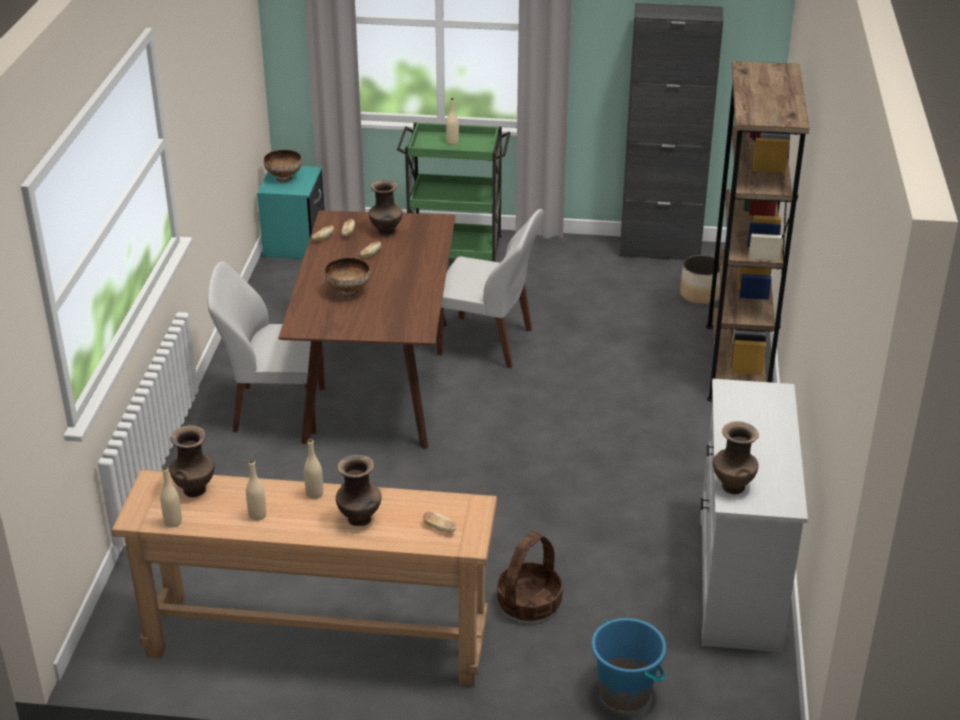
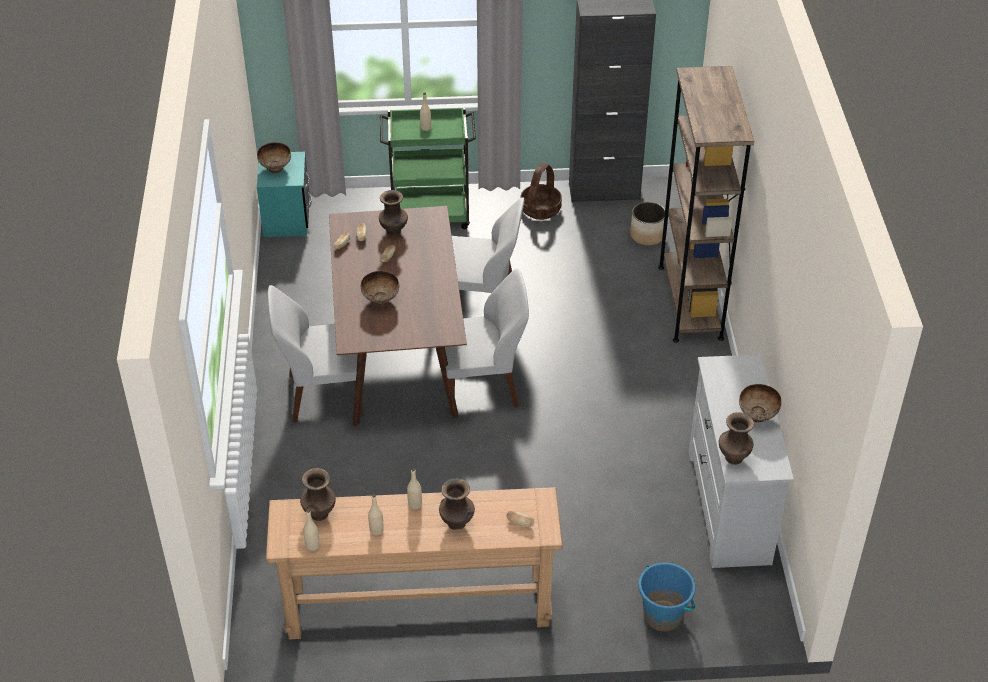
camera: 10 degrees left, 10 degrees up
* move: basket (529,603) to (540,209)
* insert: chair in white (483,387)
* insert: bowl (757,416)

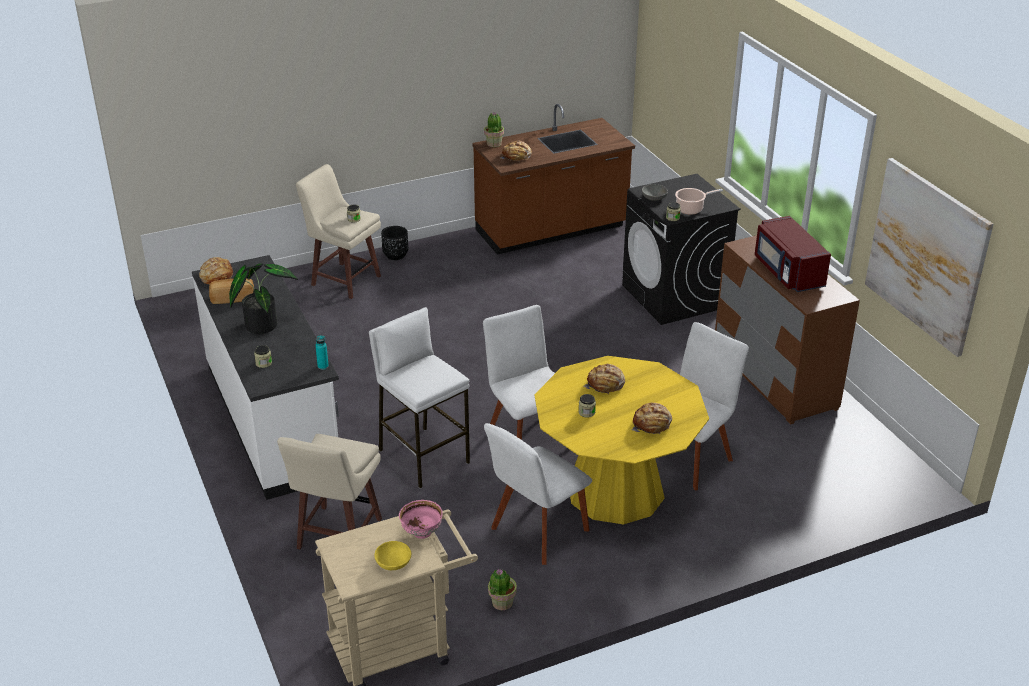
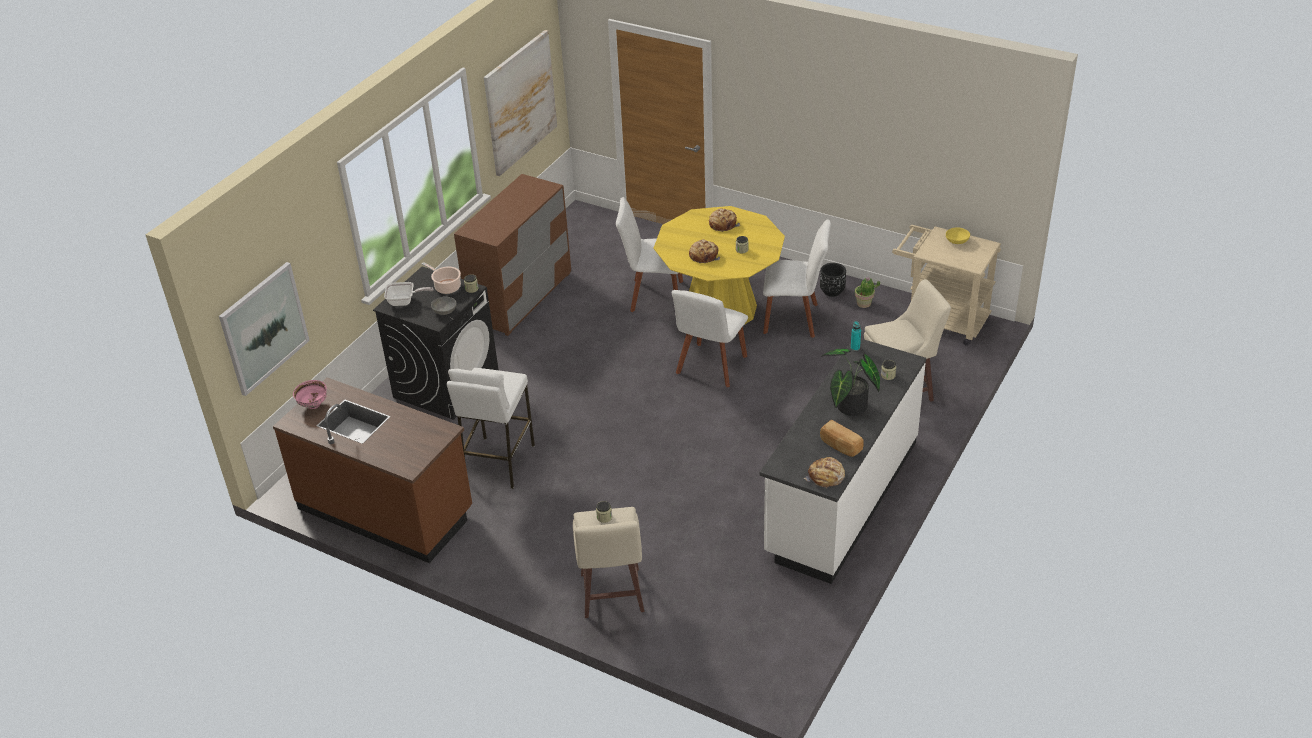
camera: 125 degrees left, 5 degrees up
* move: stool in white (423,456) to (498,463)
* move: planter in black (395,255) to (832,291)
* move: bowl in pink (421,532) to (313,405)
* delete: potted plant (494,143)
* delete: bread (516,157)
* delete: microwave in red (787,272)
* insert: picture (264,328)
* insert: frying pan (404,301)

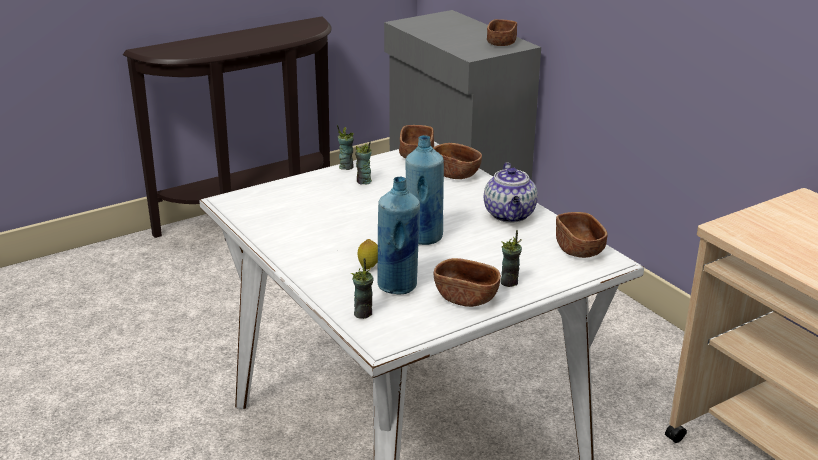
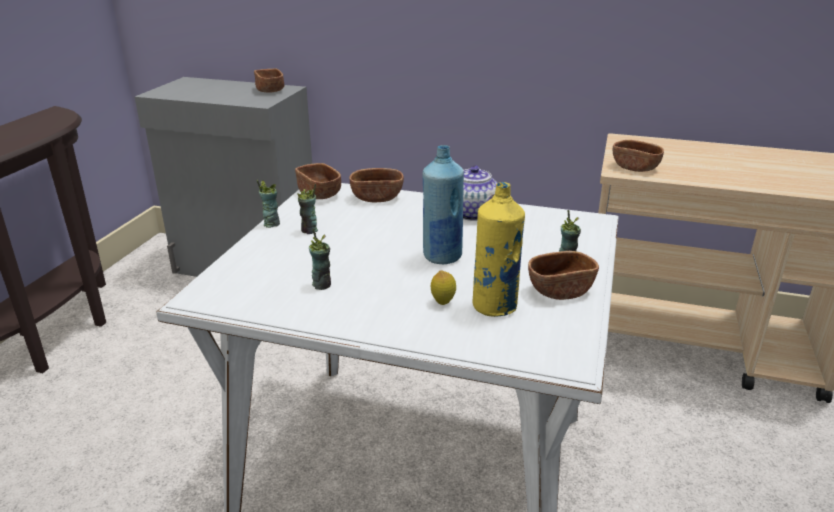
camera: 40 degrees left, 0 degrees up
* move: cup (363,313) to (322,284)
* recolor: bottle in blue (398,286) to bottle in yellow (494,307)
* move: bowl in brown (579,249) to (635,167)

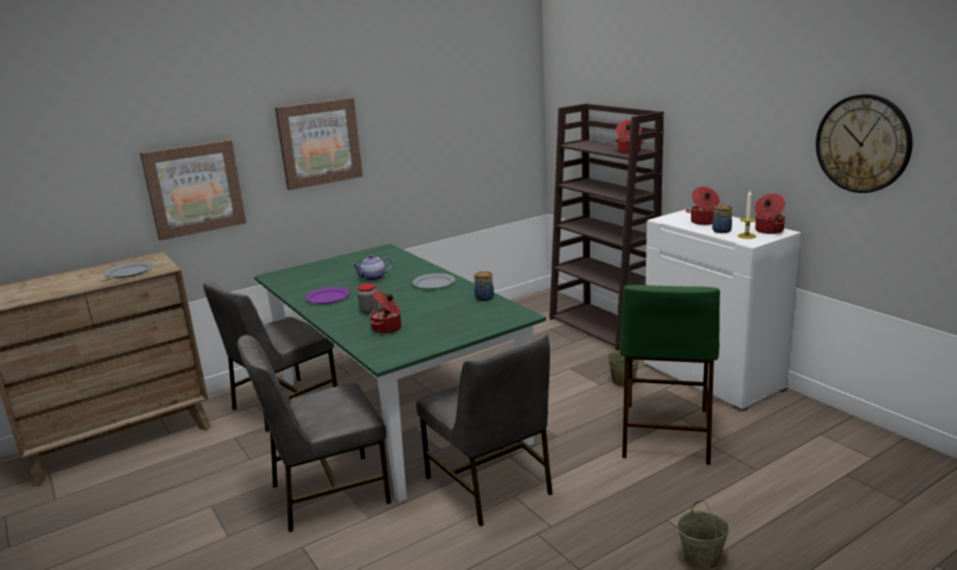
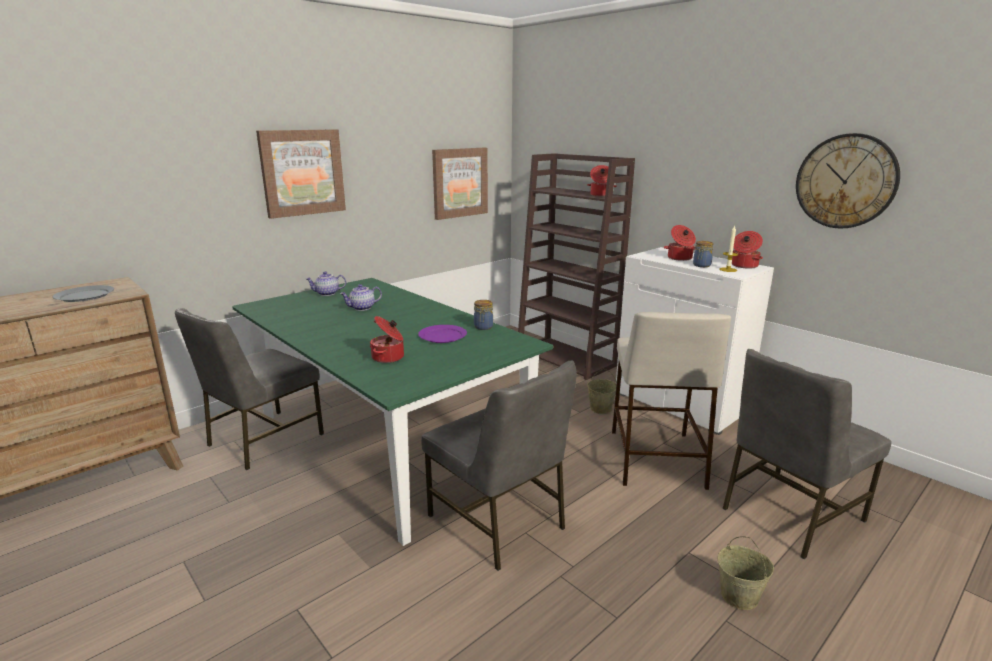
camera: 10 degrees left, 0 degrees up
* move: picture (194,189) to (459,182)
* move: chair in grey (327,493) to (789,514)
* move: plate in purple (328,297) to (442,336)
* delete: jar (369,311)
* delete: plate in grey (433,283)
* recolor: stool in green (665,432) to stool in beige (655,457)
* insert: teapot (327,294)

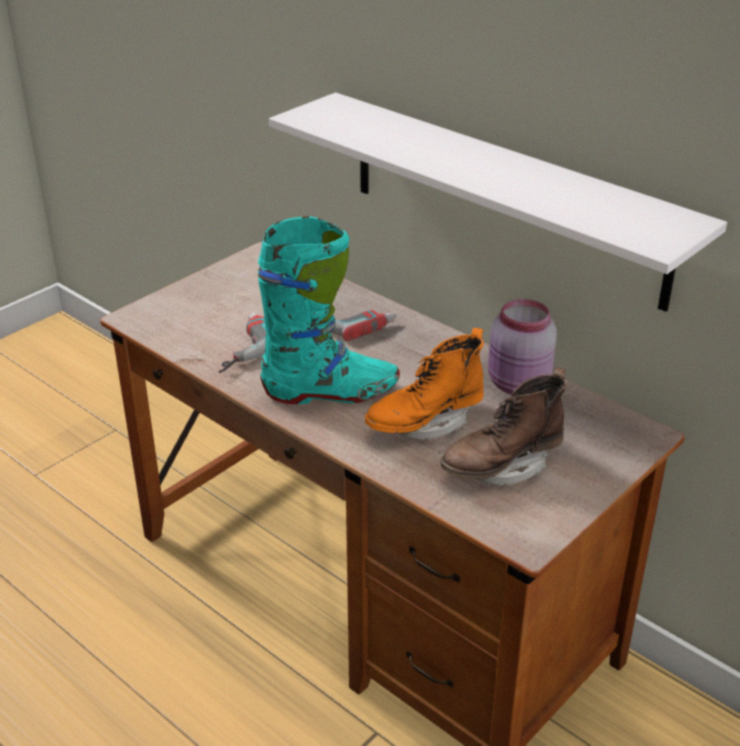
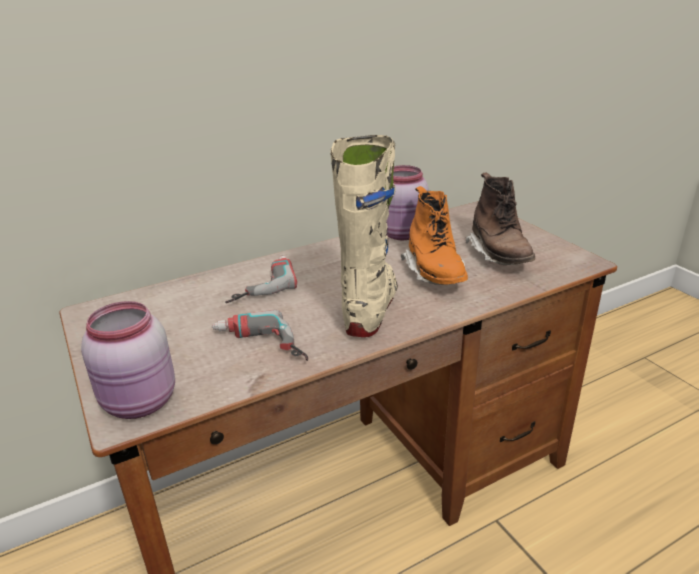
camera: 70 degrees left, 5 degrees down
* recolor: boot in turquoise (331,392) to boot in beige (370,307)
* delete: shelf in white (504,198)
* insert: jar in pink (141,403)

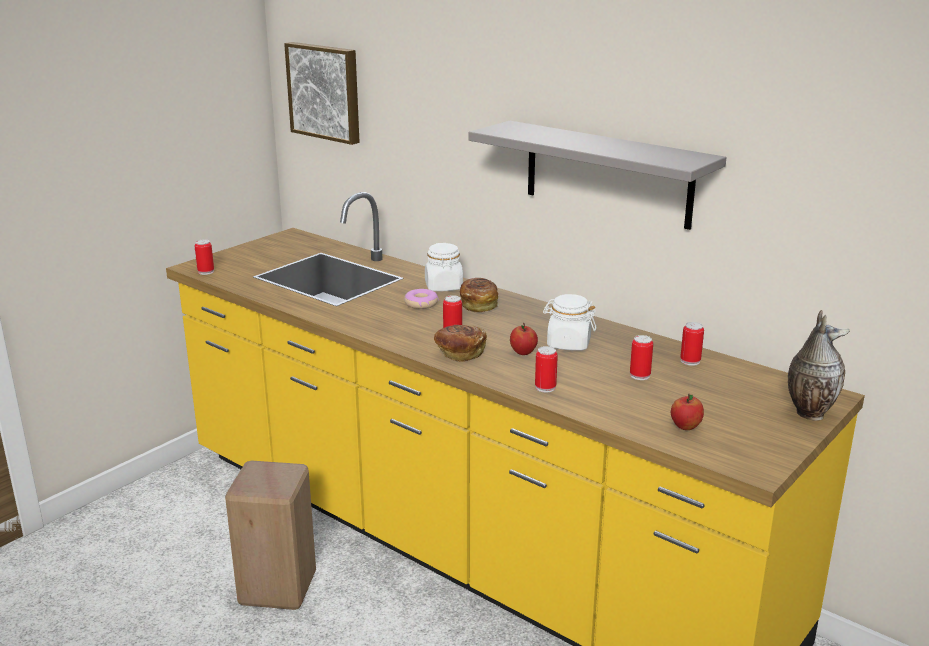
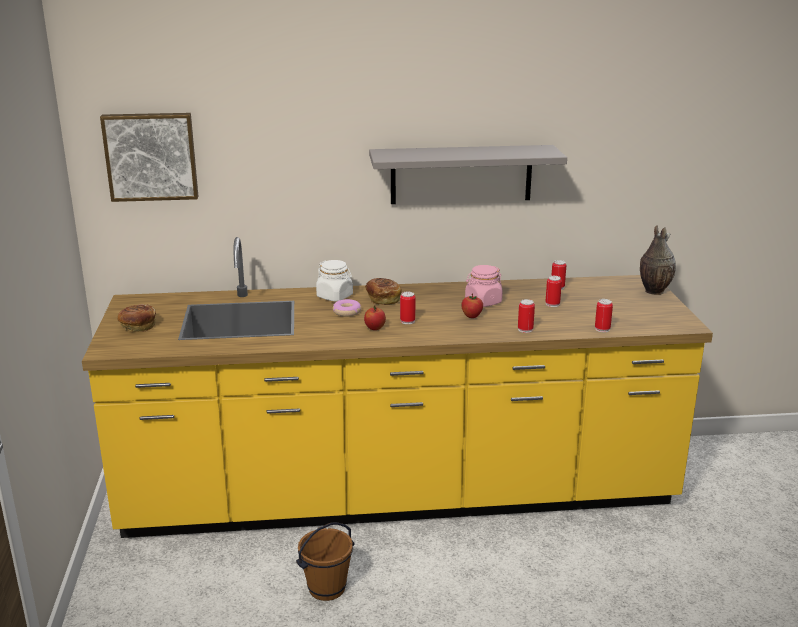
camera: 45 degrees left, 0 degrees up
* move: can (206,272) to (602,329)
* replace: stool in beige (280,587) to bucket in brown (326,588)
* move: bread (459,353) to (138,327)
* recolor: jar in white (568,344) to jar in pink (483,302)
* move: apple (685,426) to (375,328)

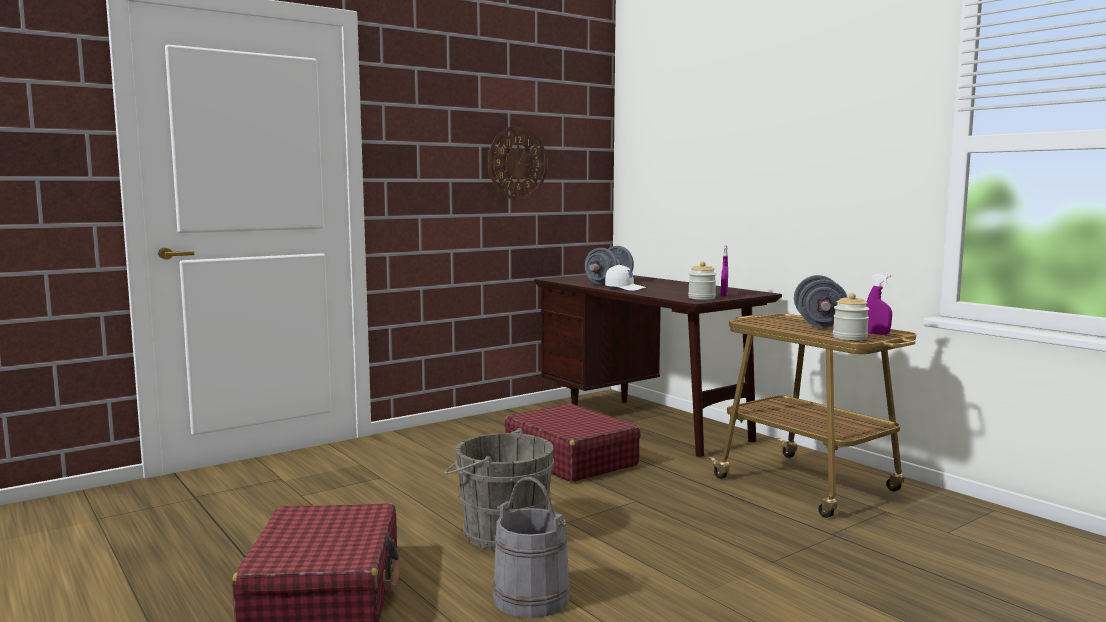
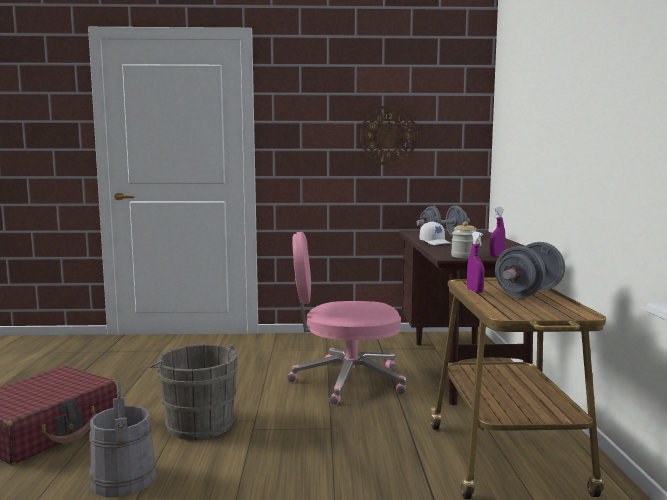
camera: 35 degrees right, 0 degrees up
* replace: suitcase in red (571,459) to office chair in pink (346,381)
* delete: jar (849,337)
* move: spray bottle in purple (877,334) to (474,291)

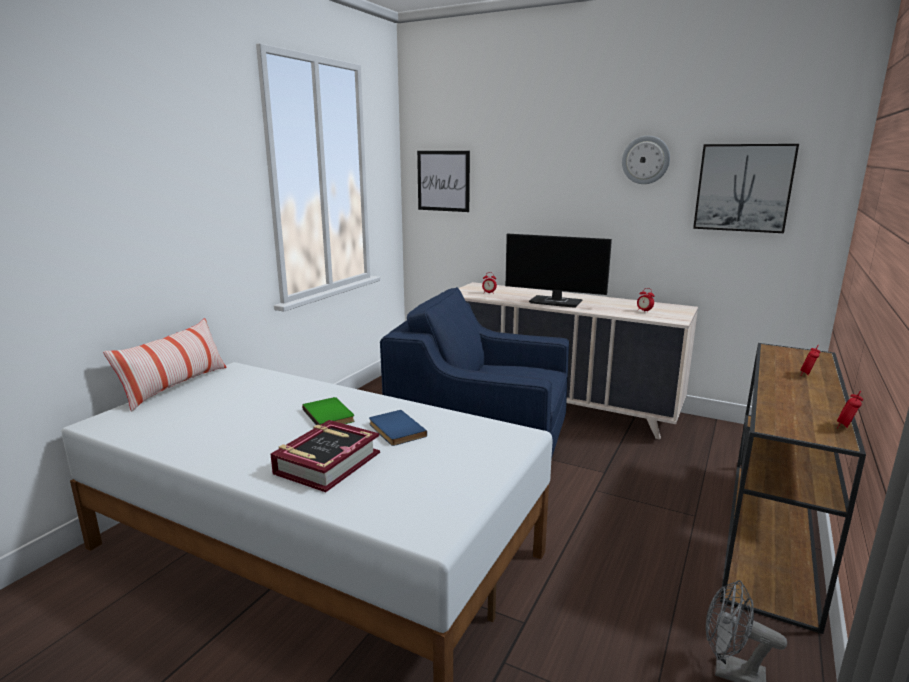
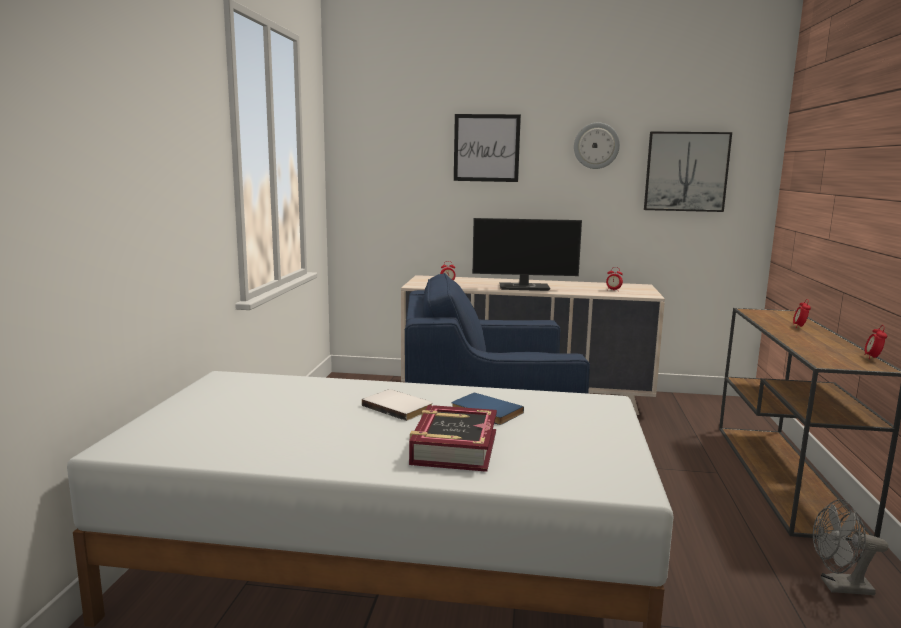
camera: 20 degrees left, 5 degrees down
* delete: pillow (176,386)
* recolor: book in green (330,415) to book in white (399,407)
* move: picture (443,181) to (486,148)

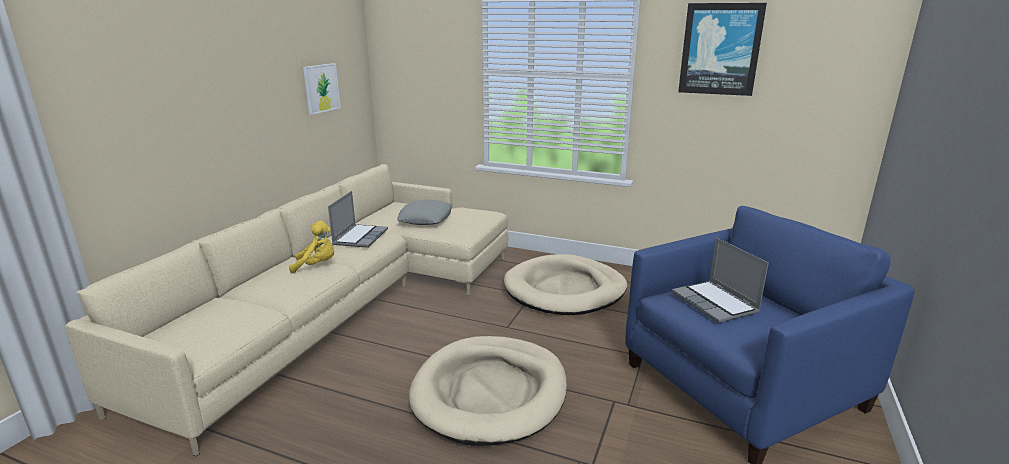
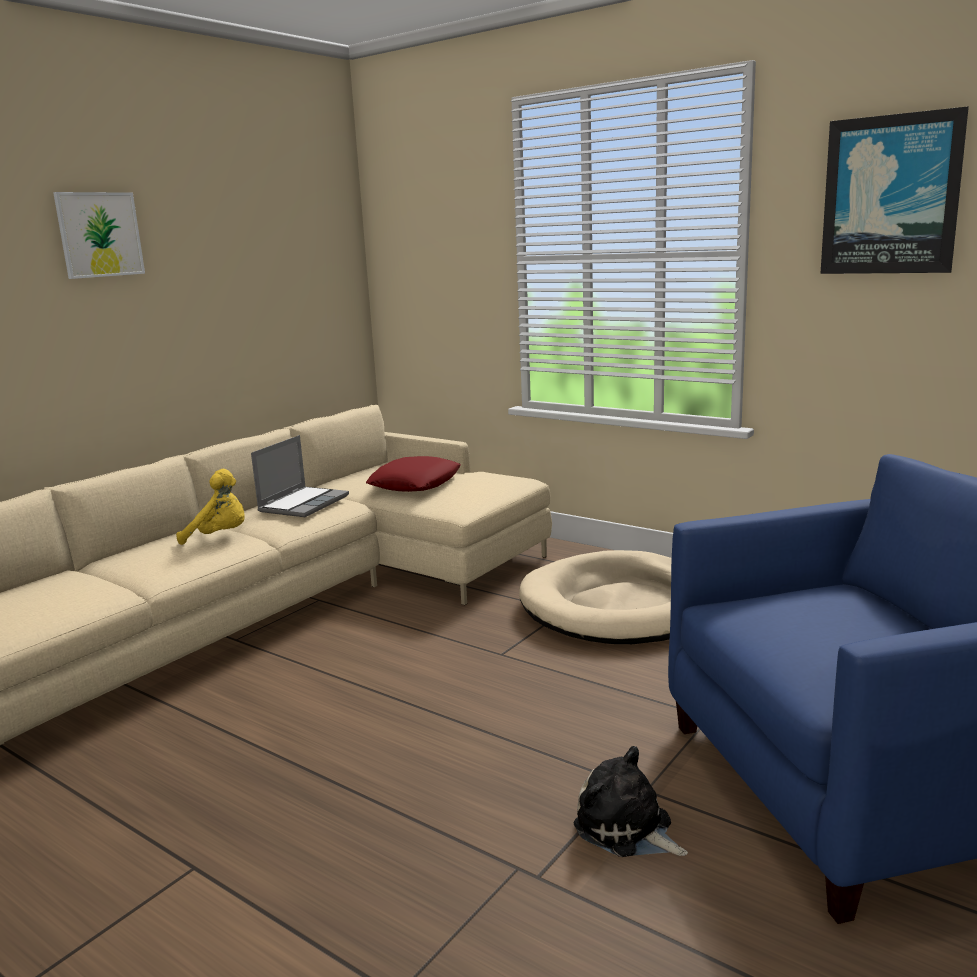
camera: 15 degrees right, 5 degrees down
* move: picture (321,88) to (99,234)
* recolor: pillow in grey (425,218) to pillow in red (415,483)
* delete: dog bed in beige (490,392)
* delete: laptop (716,303)
* insert: plush toy (627,829)

